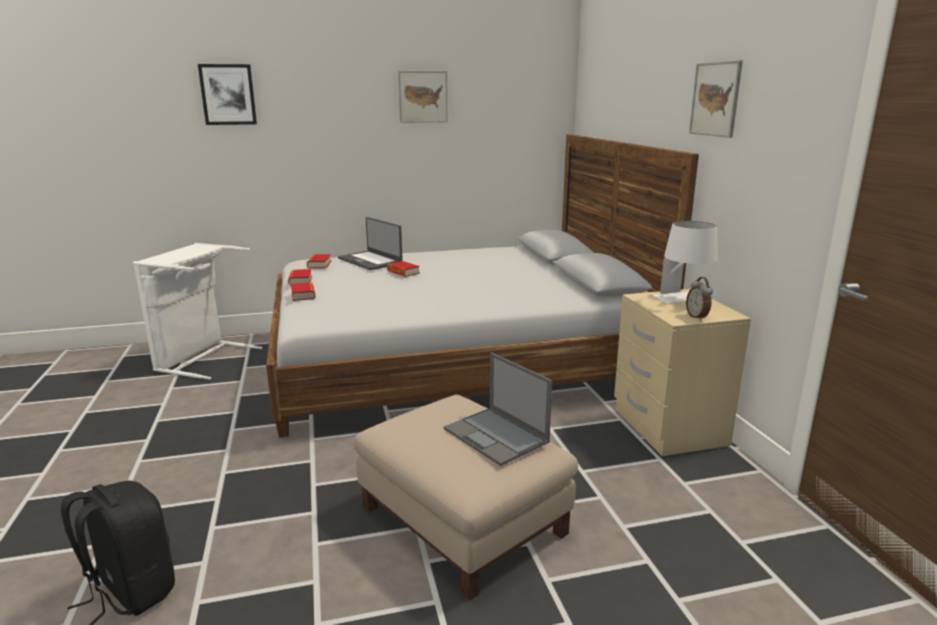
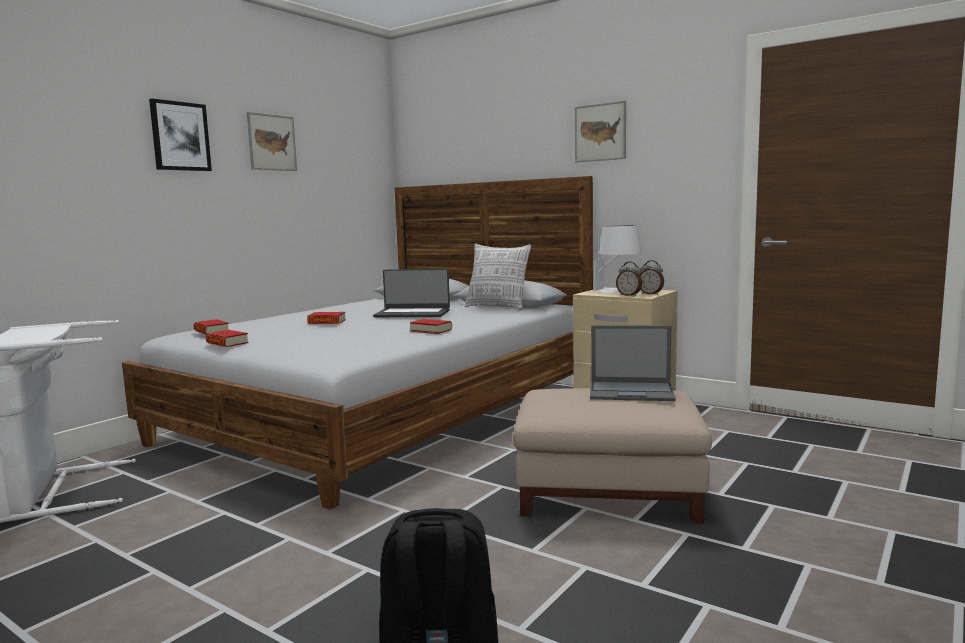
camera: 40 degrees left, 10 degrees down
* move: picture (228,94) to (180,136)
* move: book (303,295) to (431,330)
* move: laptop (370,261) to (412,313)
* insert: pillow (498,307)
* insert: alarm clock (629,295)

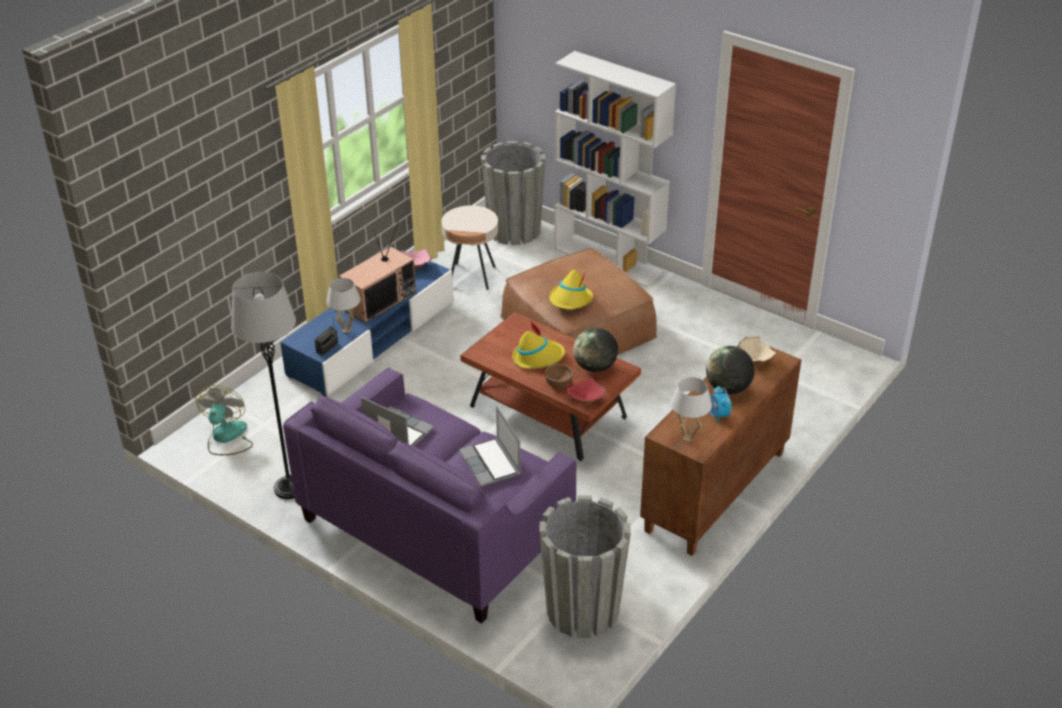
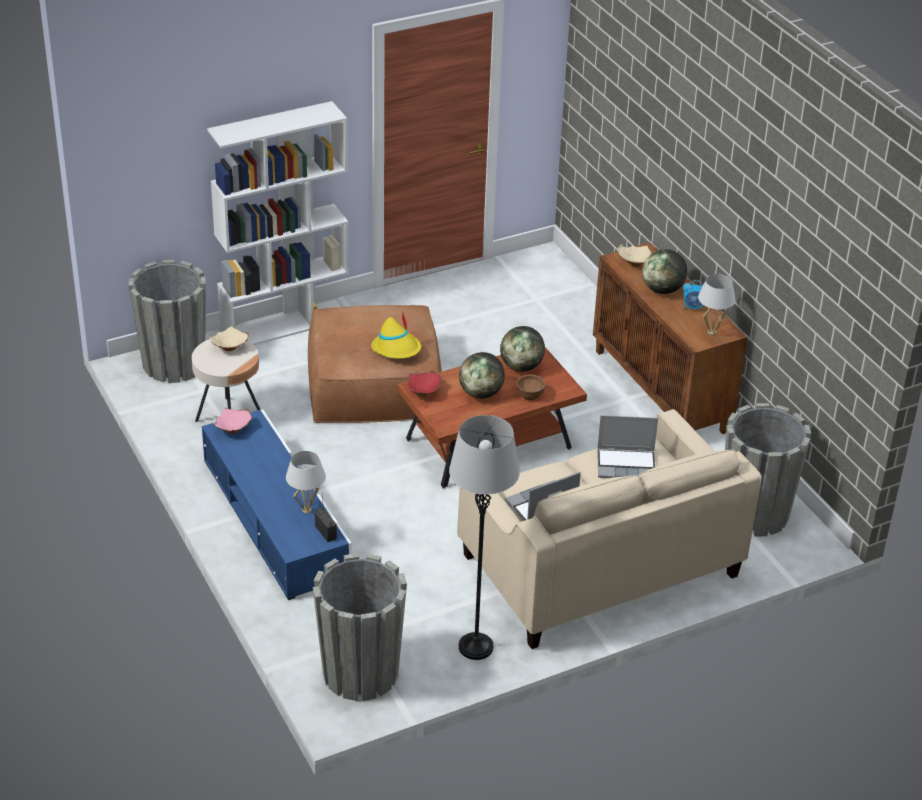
camera: 65 degrees left, 0 degrees up
* replace: fan (227,438) to planter in grey (360,673)
* recolor: sofa in purple (435,527) to sofa in beige (598,565)
* delete: television (379,300)
* replace: hat in yellow (538,357) to globe (480,393)
* move: bowl in red (586,400) to (424,392)
* insert: bowl in beige (230,348)

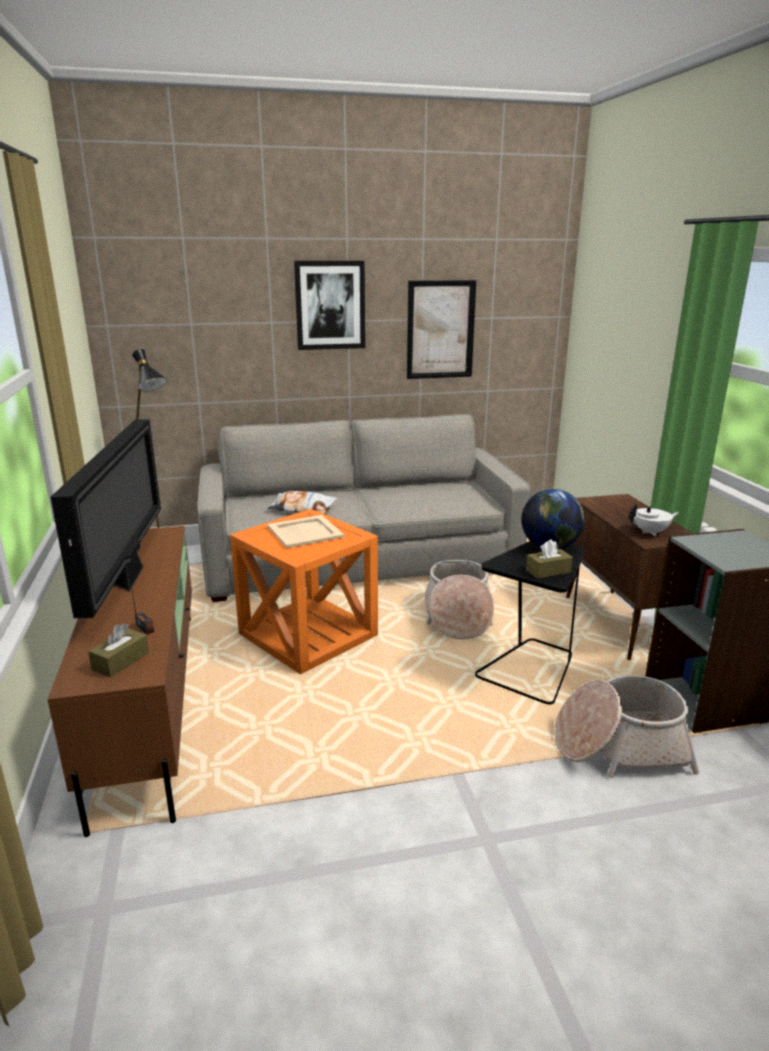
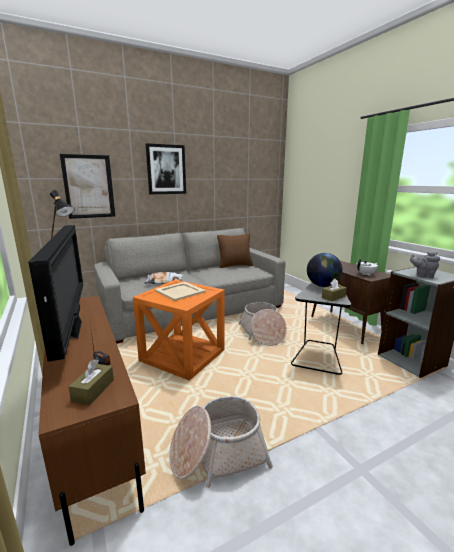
camera: 15 degrees left, 5 degrees down
* move: picture (440,330) to (89,186)
* move: basket (619,746) to (218,453)
* insert: pillow in brown (235,266)
* insert: teapot in grey (423,276)

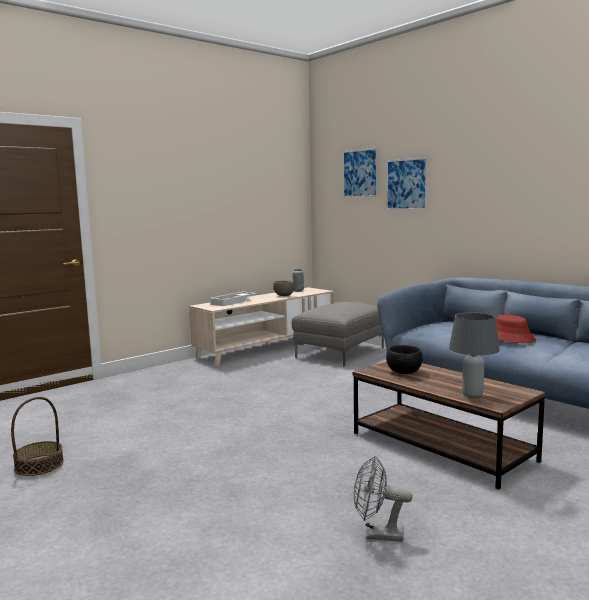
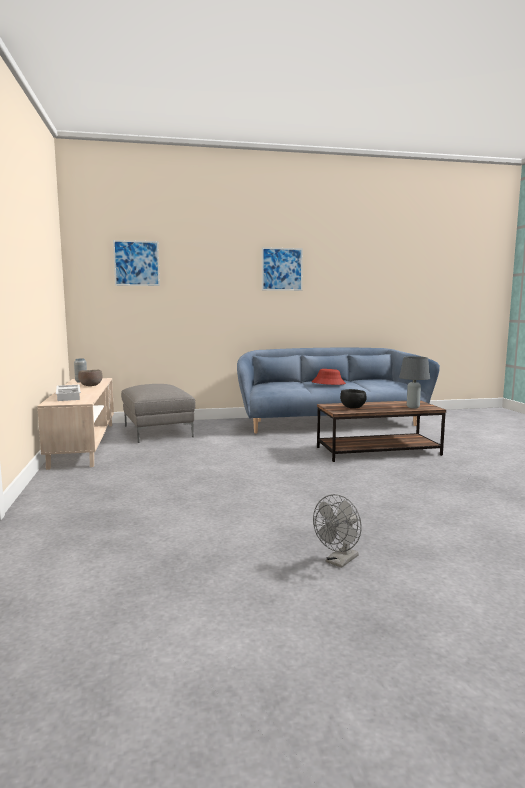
camera: 60 degrees left, 0 degrees up
* delete: basket (39,465)
* move: fan in grey (377,534) to (339,561)
* move: picture (406,184) to (282,269)

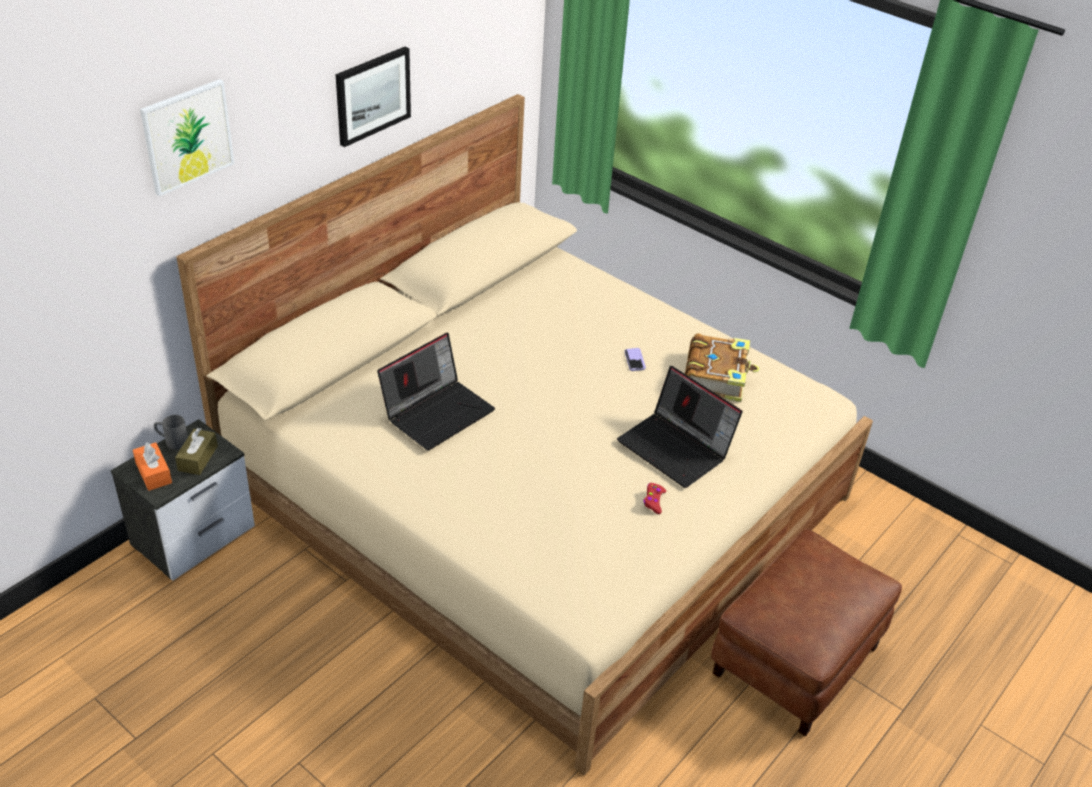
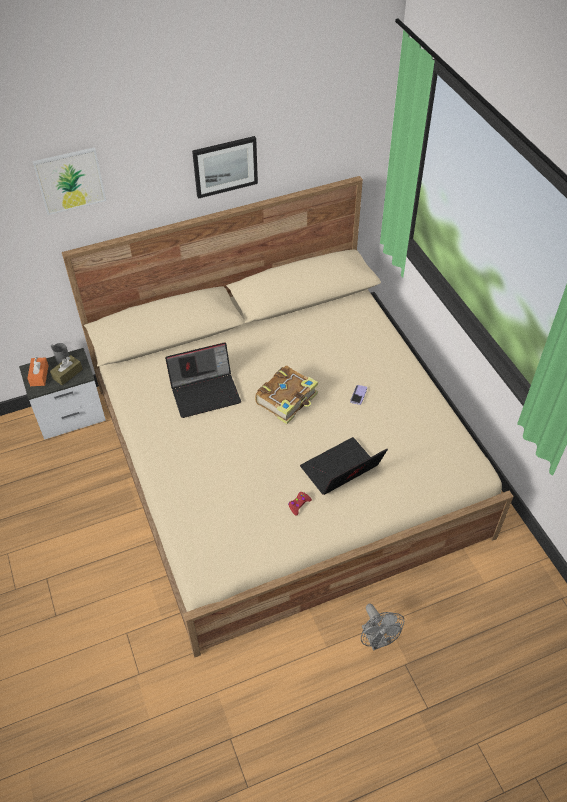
camera: 30 degrees right, 10 degrees up
* rotate: laptop (676,448) = (341,471) 75 degrees clockwise
* move: book (717,376) to (287,399)
* replace: ottoman in brown (795,659) to fan in grey (377,640)

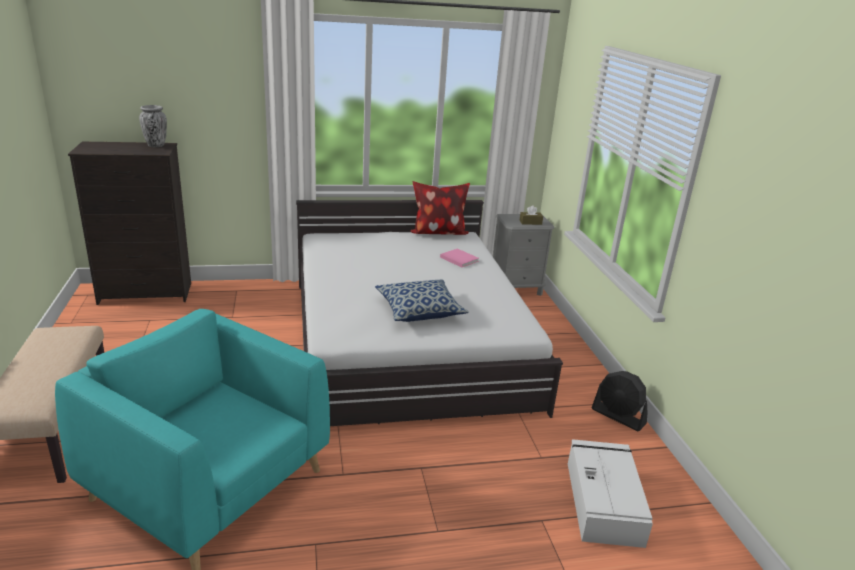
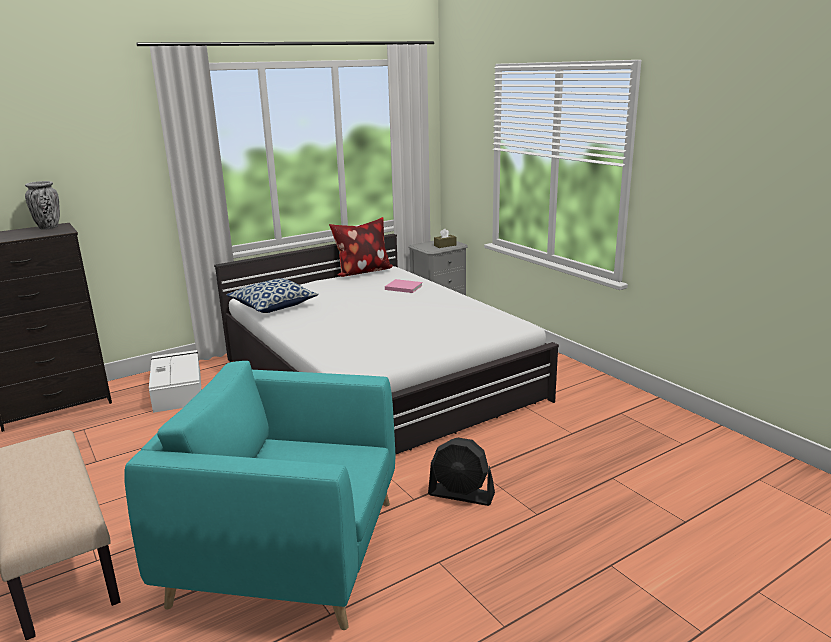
camera: 20 degrees left, 5 degrees down
* move: pillow (419,311) to (273,306)
* move: storage box in white (603,501) to (178,390)
* move: fan in black (618,416) to (461,494)

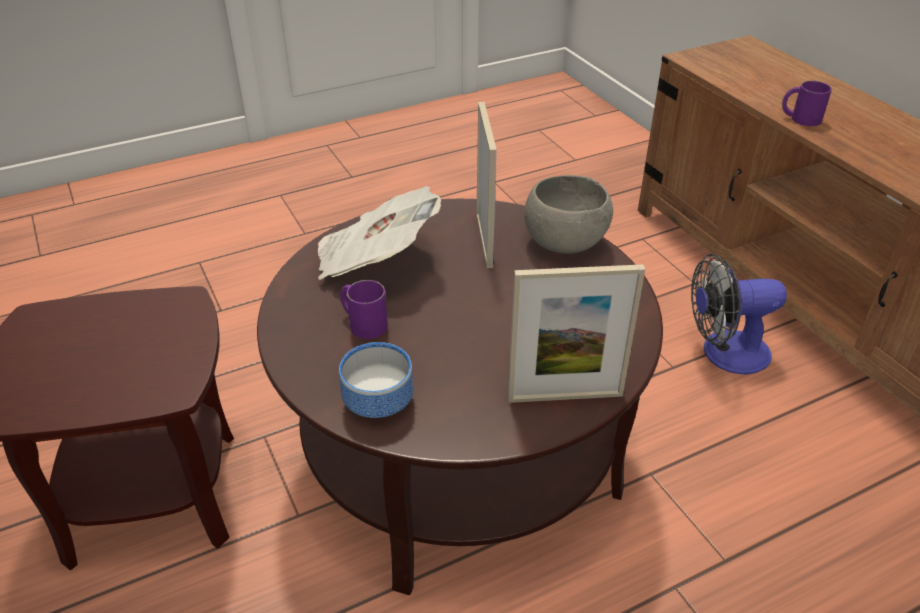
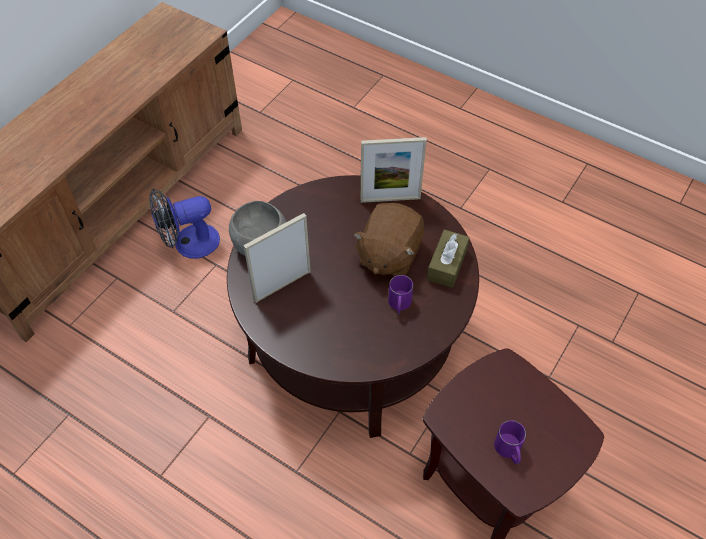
camera: 120 degrees left, 15 degrees up
* delete: newspaper (375,261)
* replace: bowl (381,402) to tissue box in brown (447,264)
* rotate: picture frame (565,396) = (390,199) 120 degrees clockwise
* rotate: fan (724,353) = (189,244) 105 degrees clockwise
* move: mug in purple (800,118) to (509,450)
* insert: plush toy in brown (388,255)

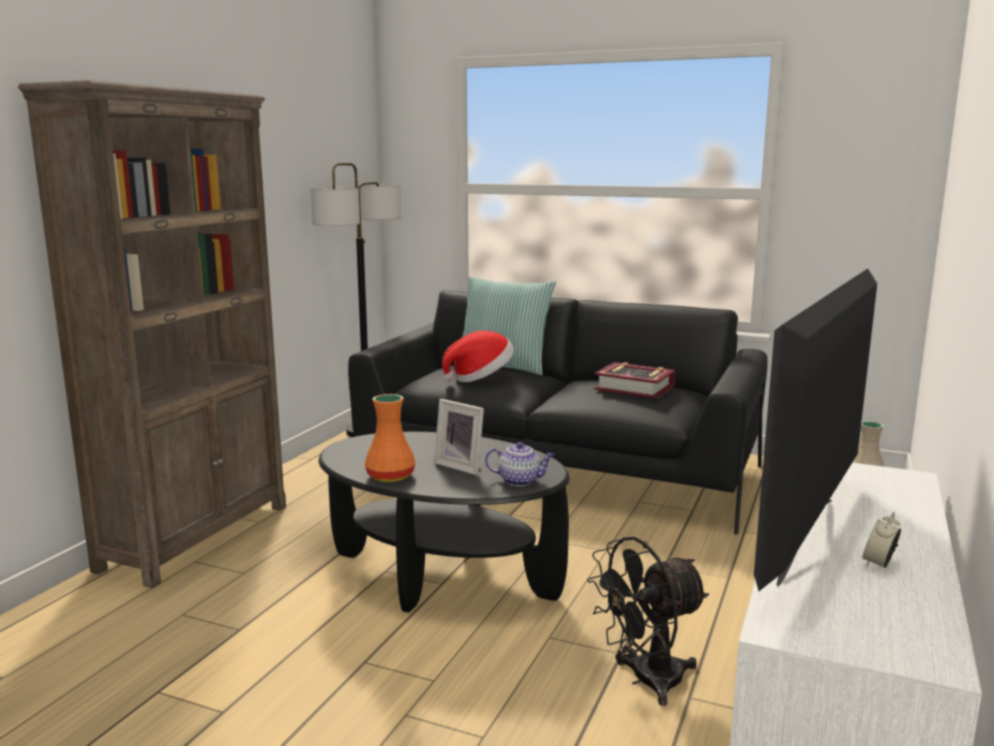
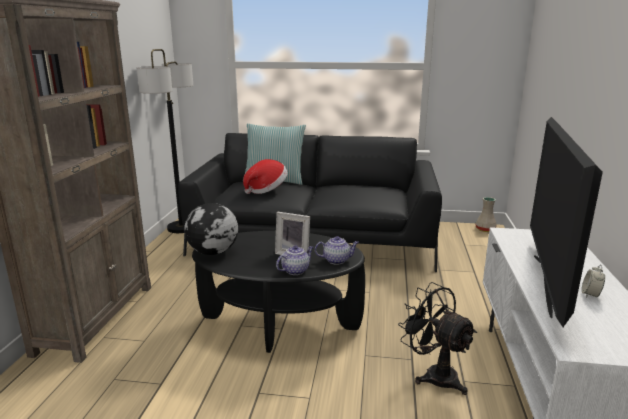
camera: 15 degrees left, 5 degrees up
* delete: vase in orange (391,476)
* rotate: fan in black (645,680) = (434,374) 90 degrees clockwise
* delete: book (634,388)
* insert: globe (213,252)
* insert: teapot (295,270)

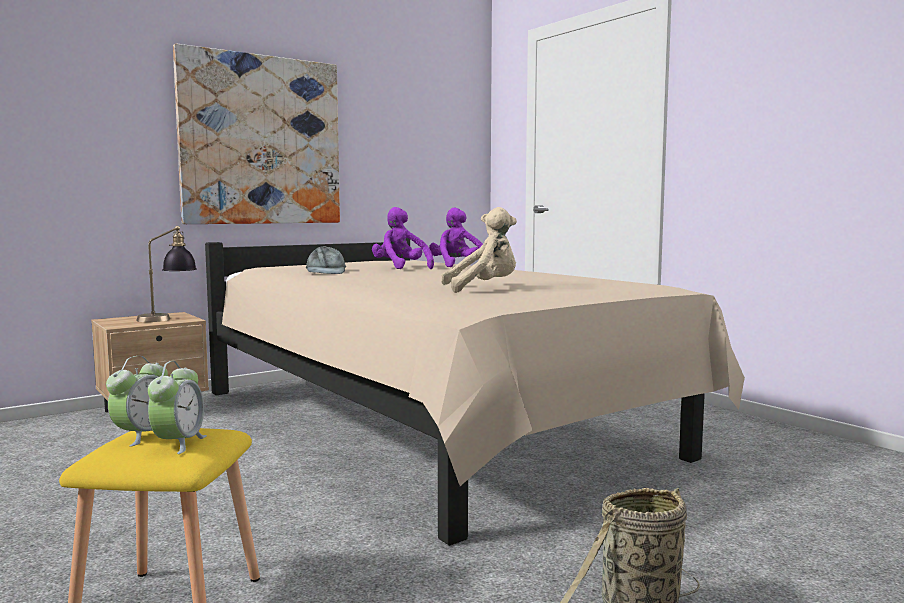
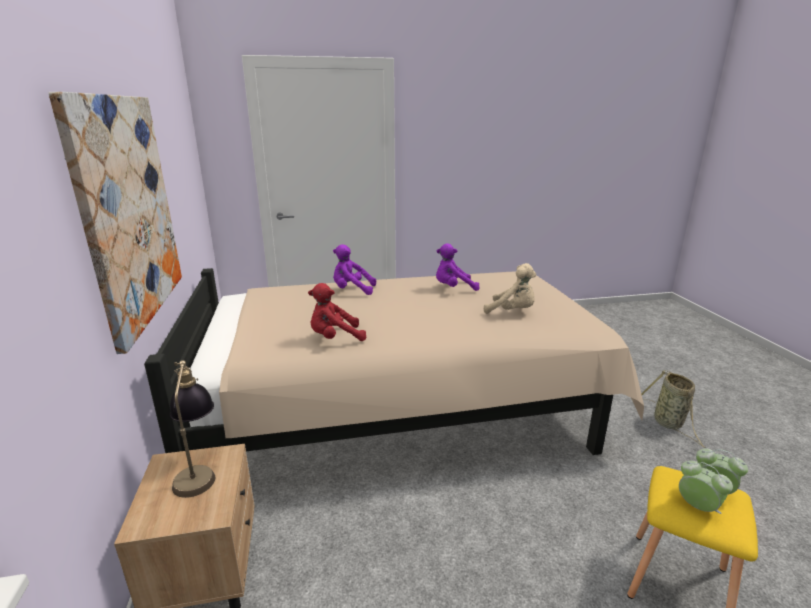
camera: 65 degrees left, 15 degrees up
* replace: cap in grey (326,271) to plush toy in red (335,338)
* move: plush toy in purple (400,268) to (453,288)
* rotate: plush toy in beige (483,289) = (512,312) 105 degrees clockwise

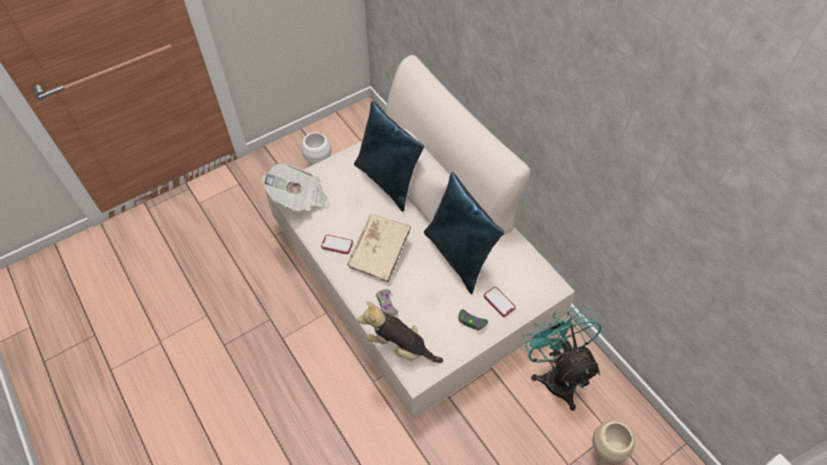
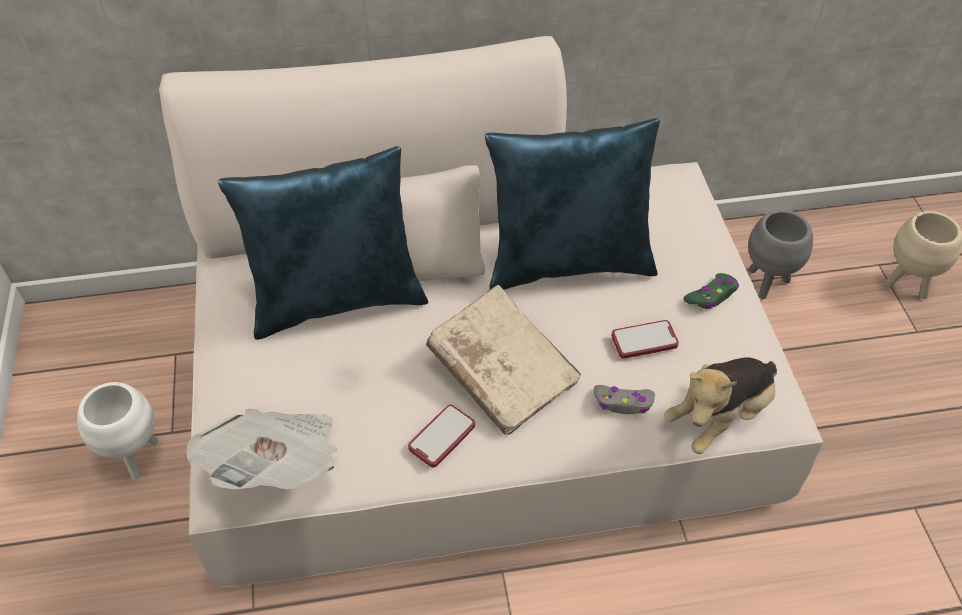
camera: 65 degrees left, 5 degrees down
* move: phone (499,302) to (644,340)
* replace: fan in turquoise (556,374) to planter in grey (767,283)

